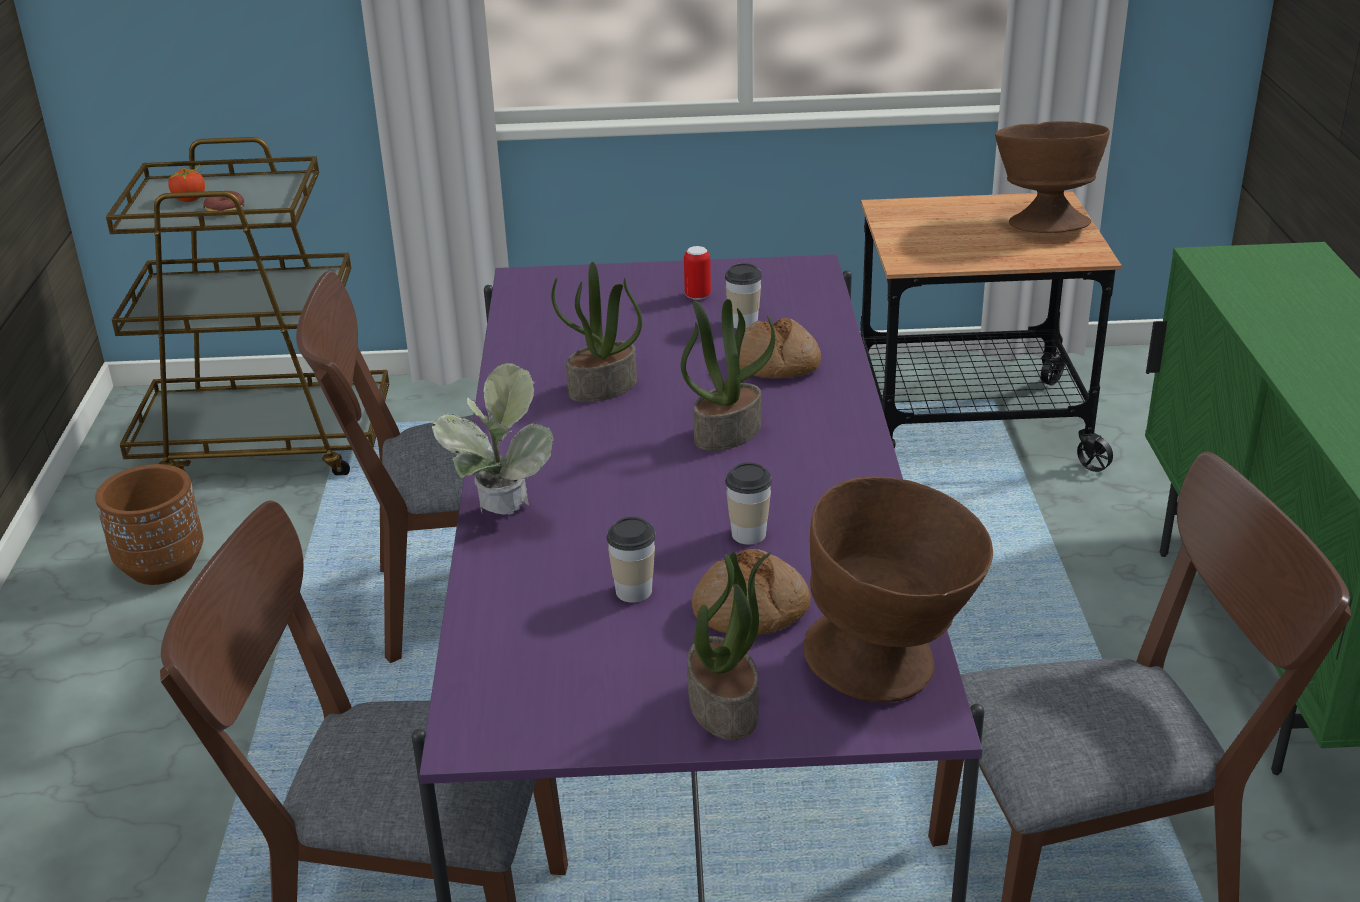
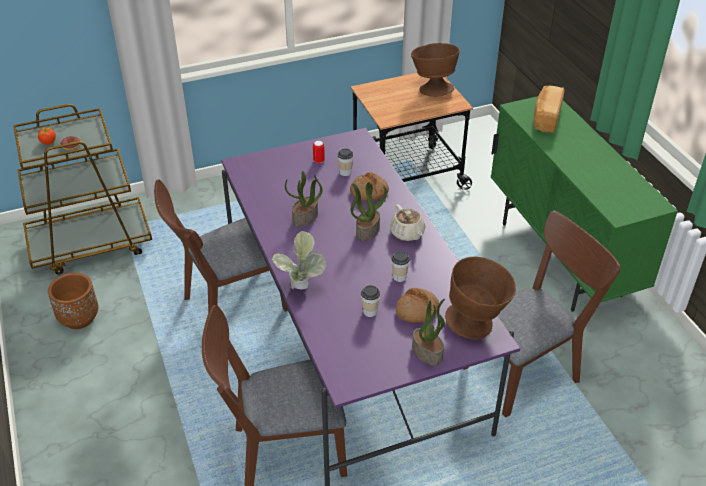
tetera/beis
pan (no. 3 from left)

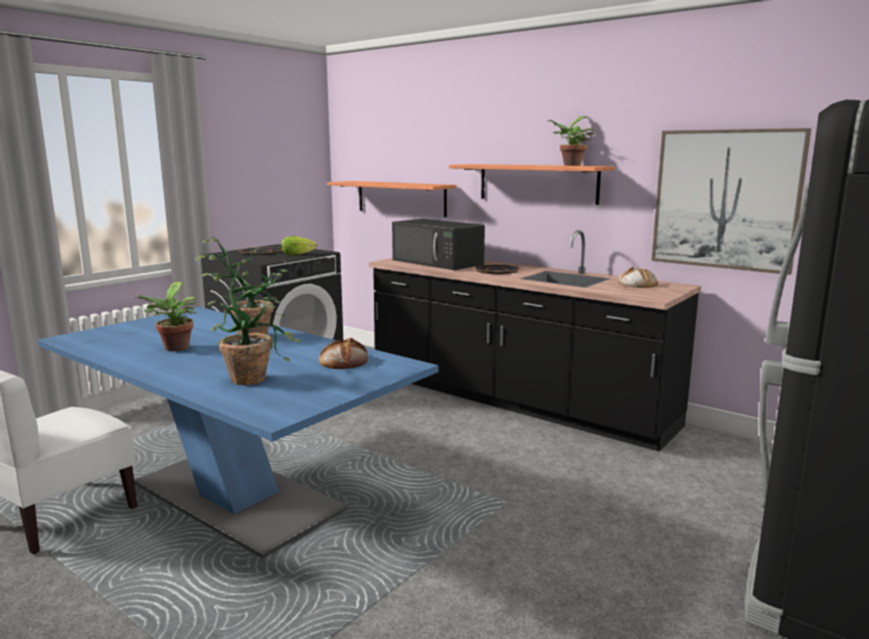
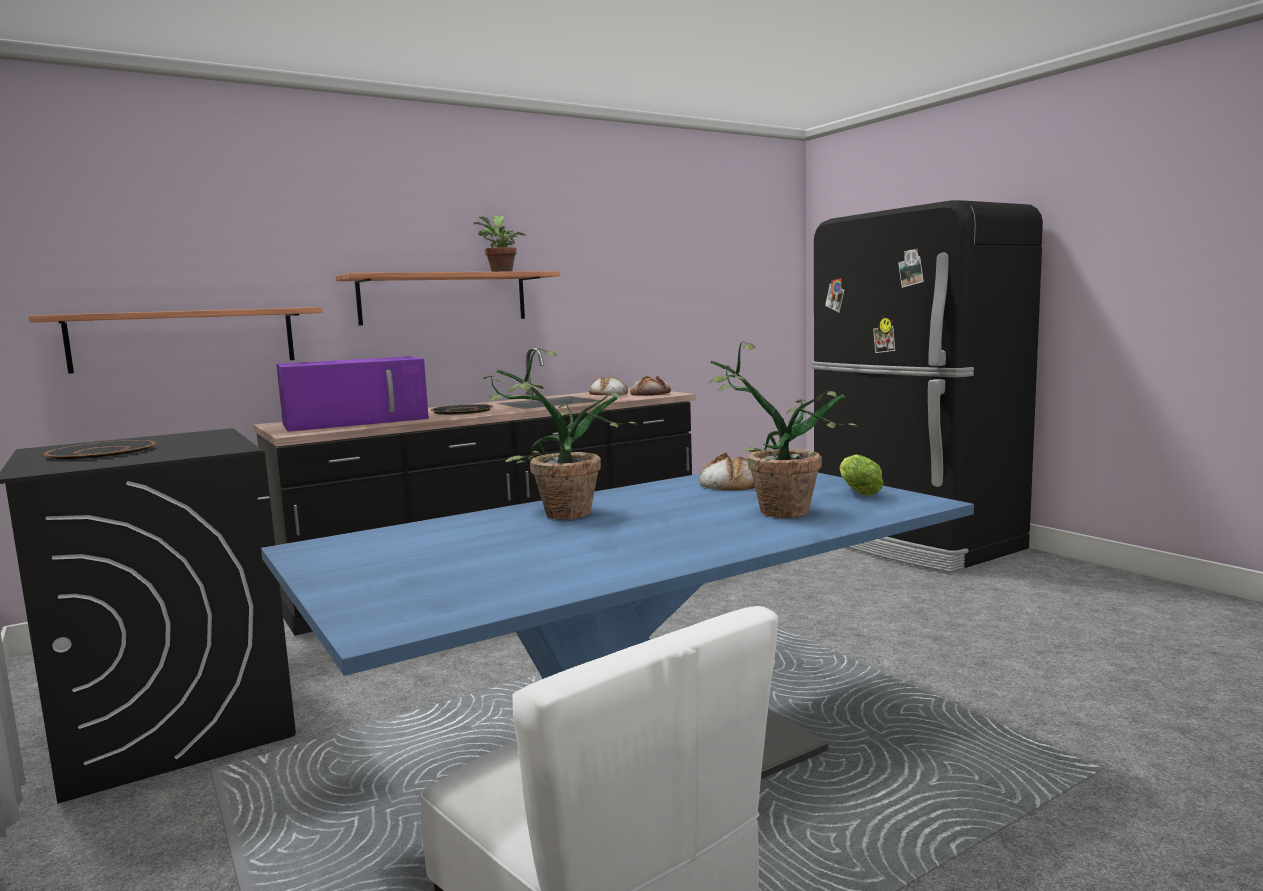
planta en maceta (no. 1 from left in the first image)
lechuga
microondas/morado
cuadro
pan (no. 2 from left)

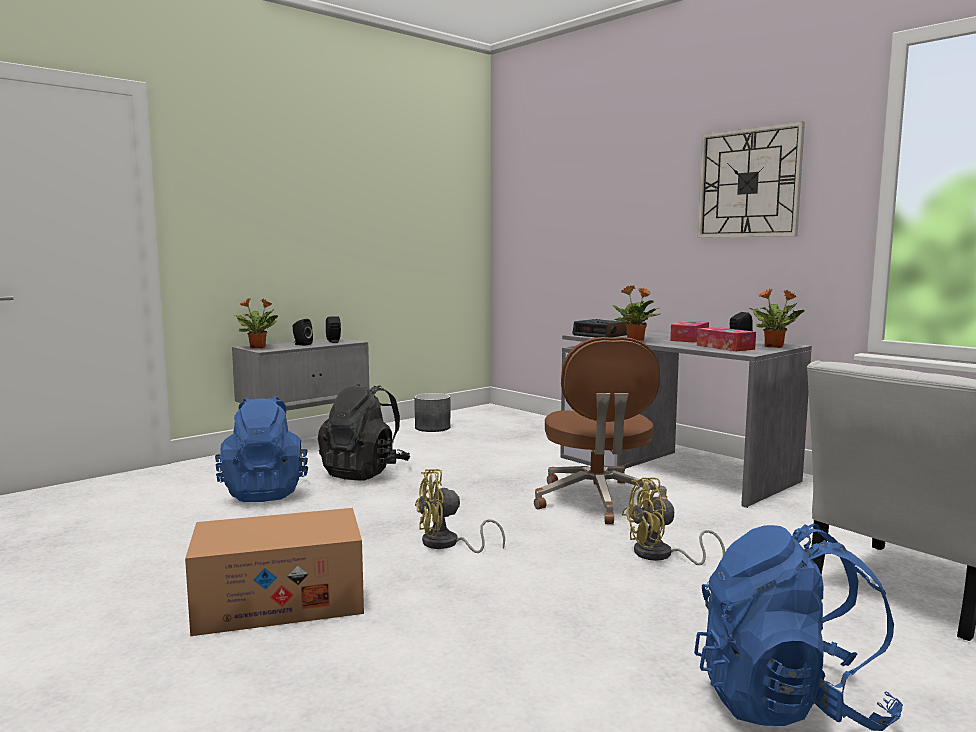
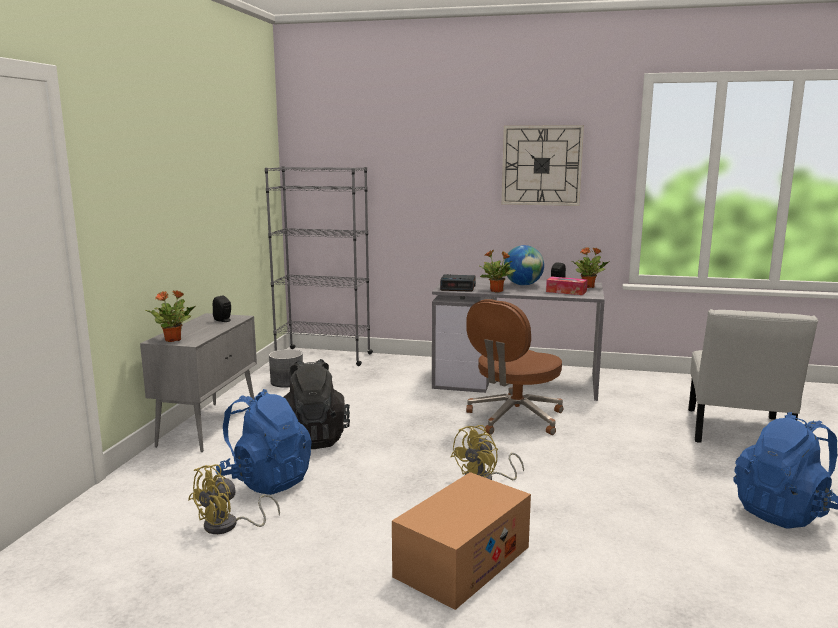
altavoz/negro (no. 1 from left in the first image)
silla de oficina/marrón
ventilador/amarillo (no. 1 from left)
globo terráqueo
estantería/gris

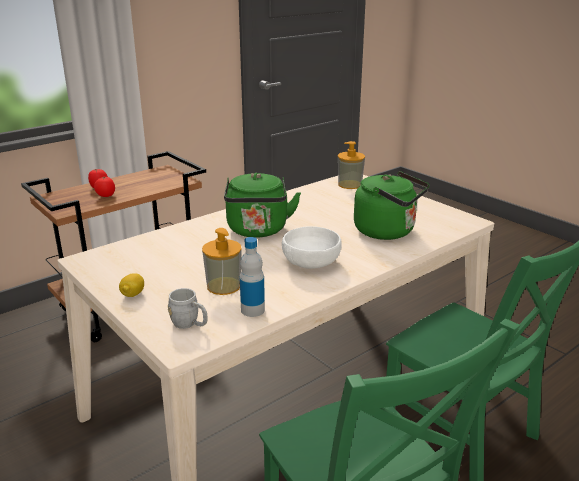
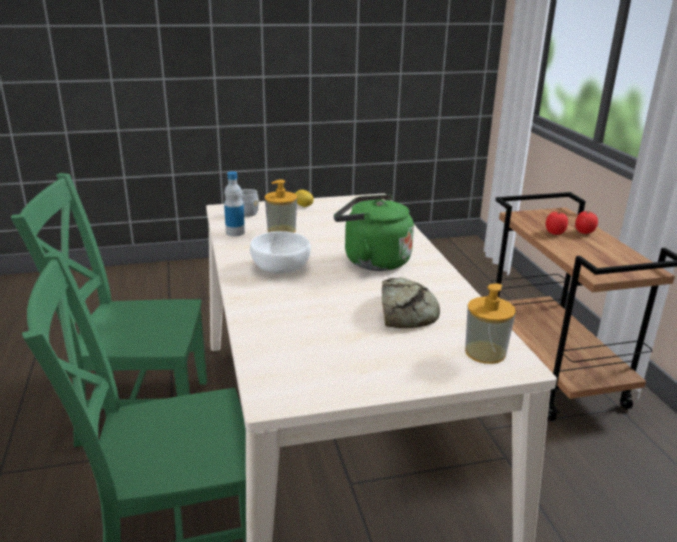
hervidor/verde (no. 2 from left in the first image)
pan

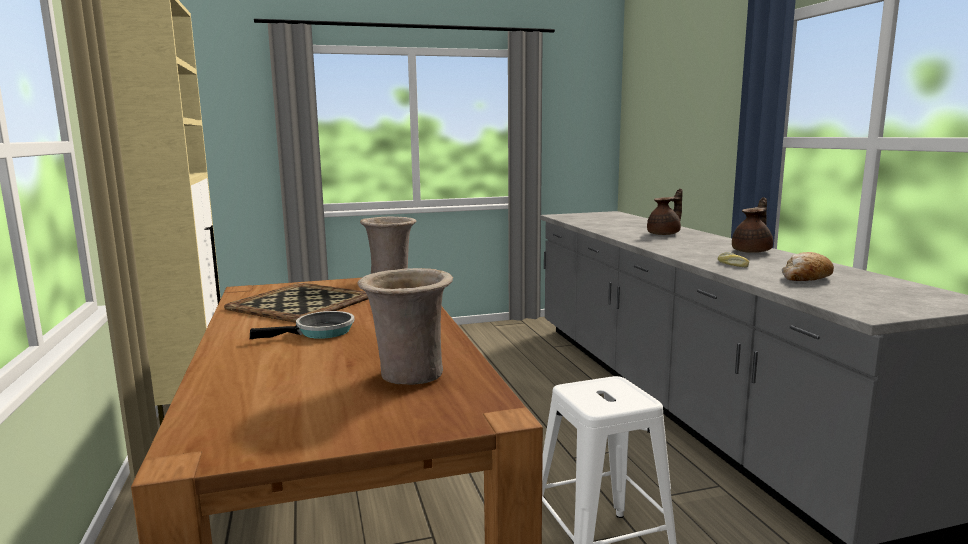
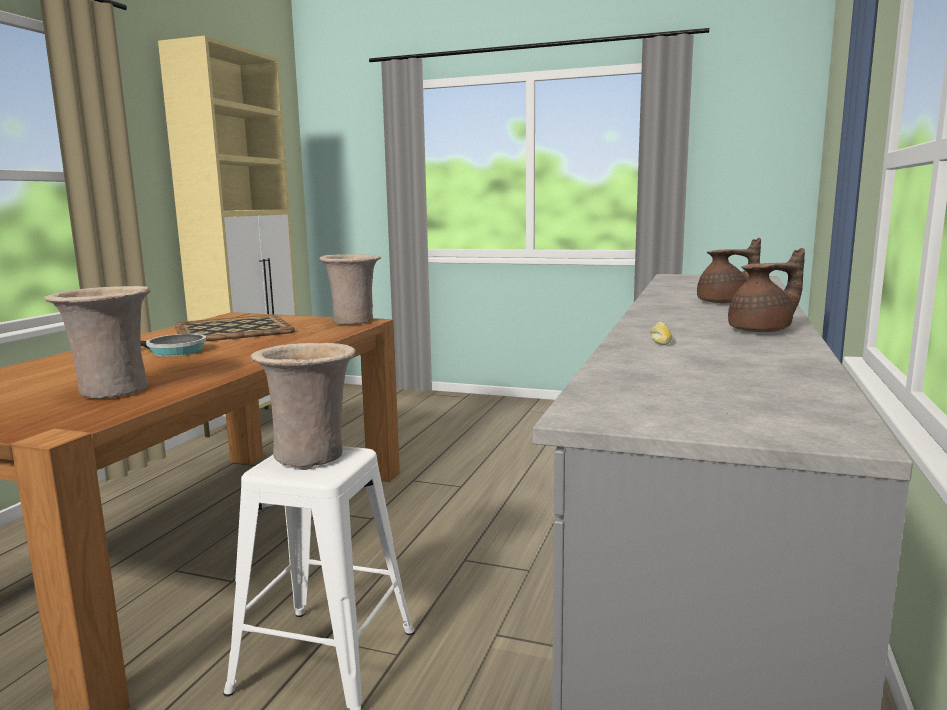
pan (no. 2 from left in the first image)
florero/beis (no. 2 from left)

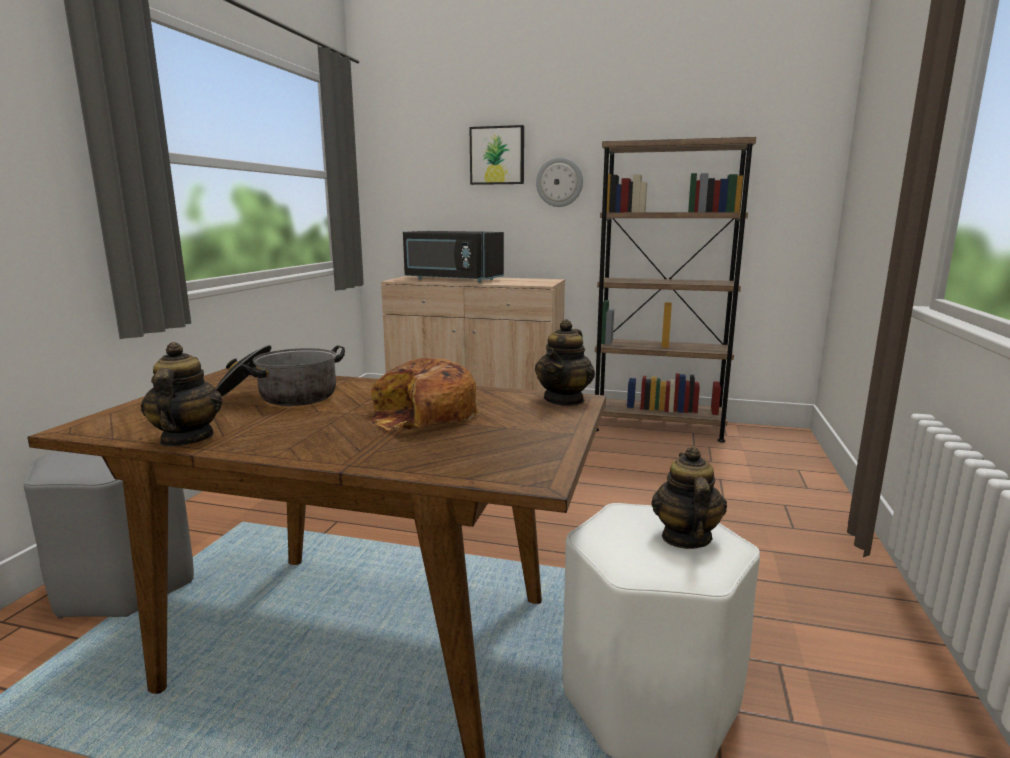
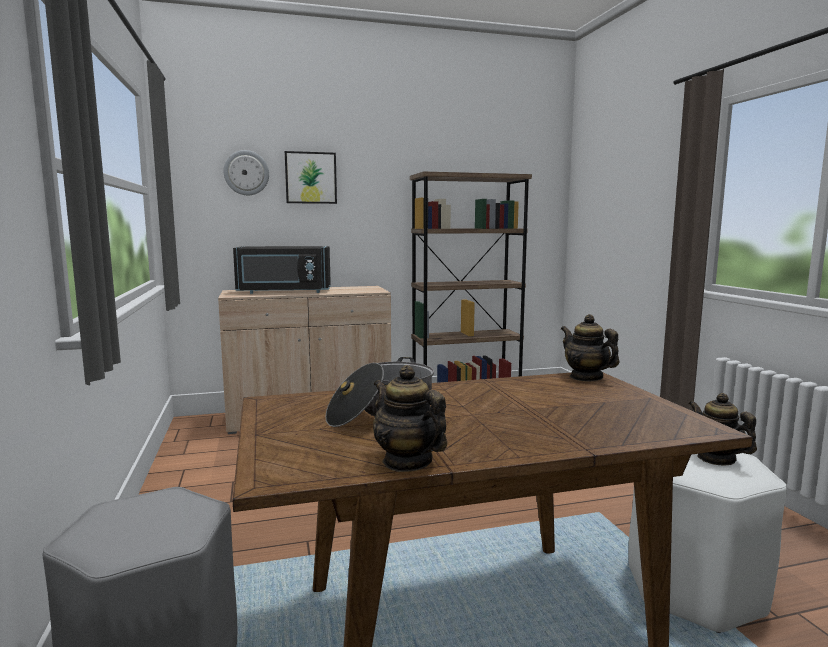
pan
tetera (no. 2 from left)
reloj de pared

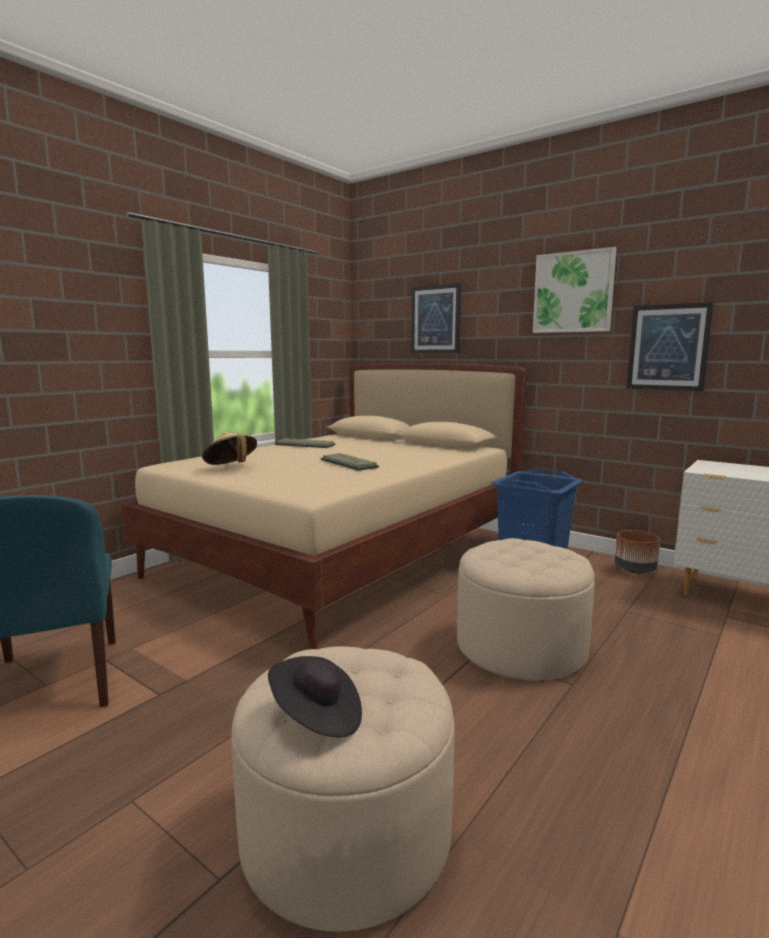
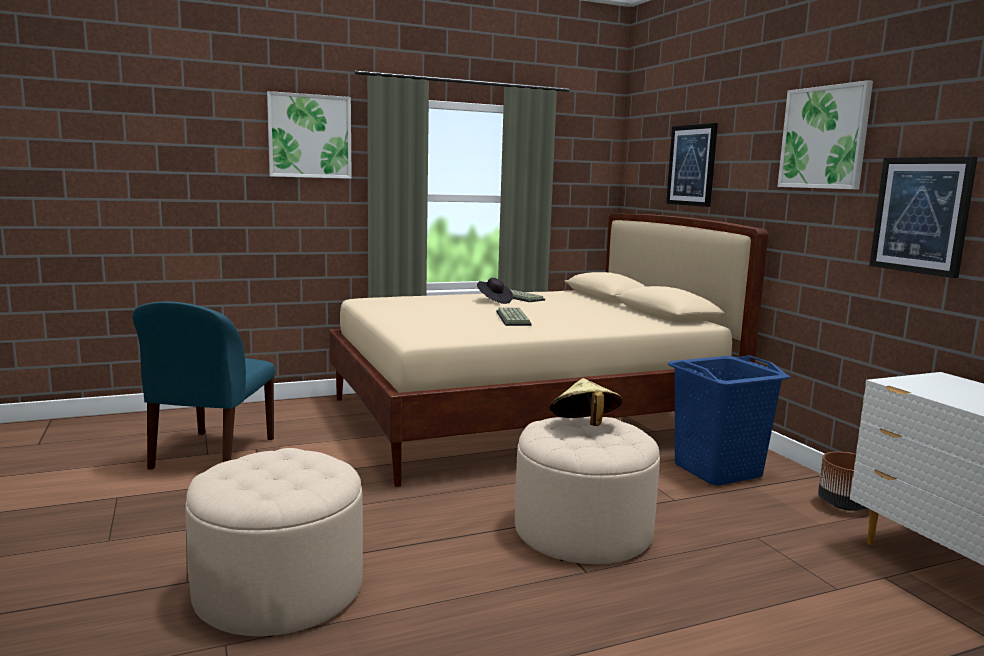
sombrero/beis
sombrero/negro
cuadro (no. 1 from left)

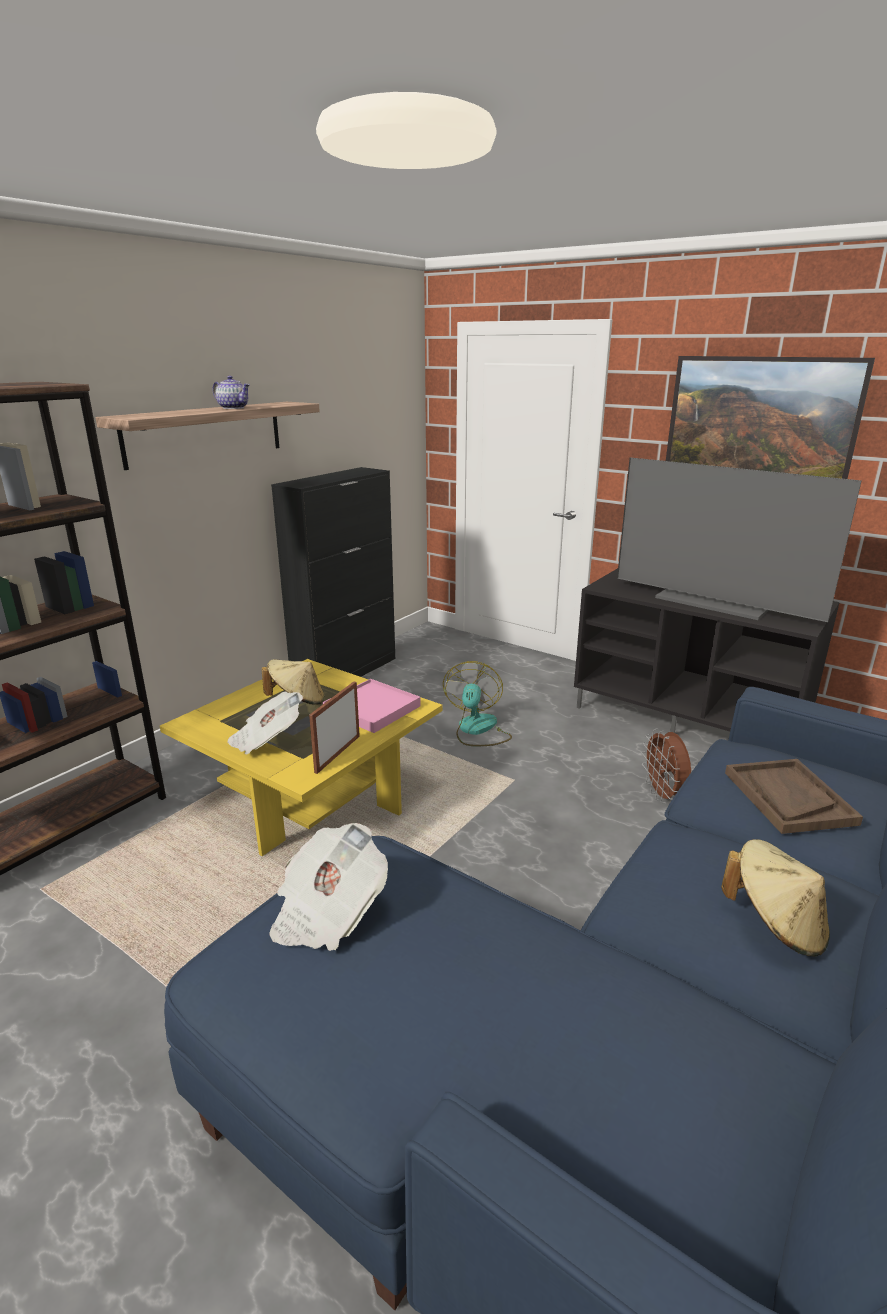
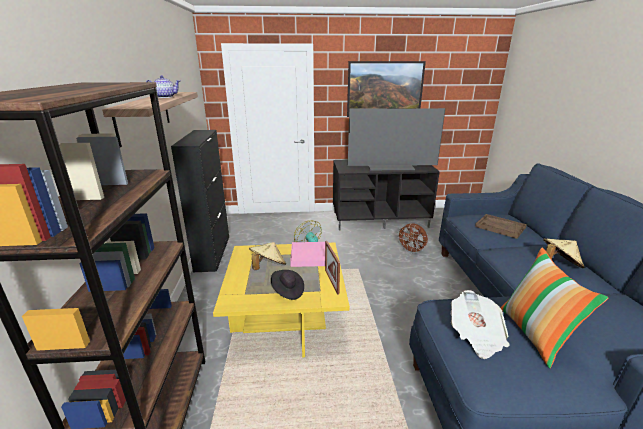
sombrero/negro
cojín

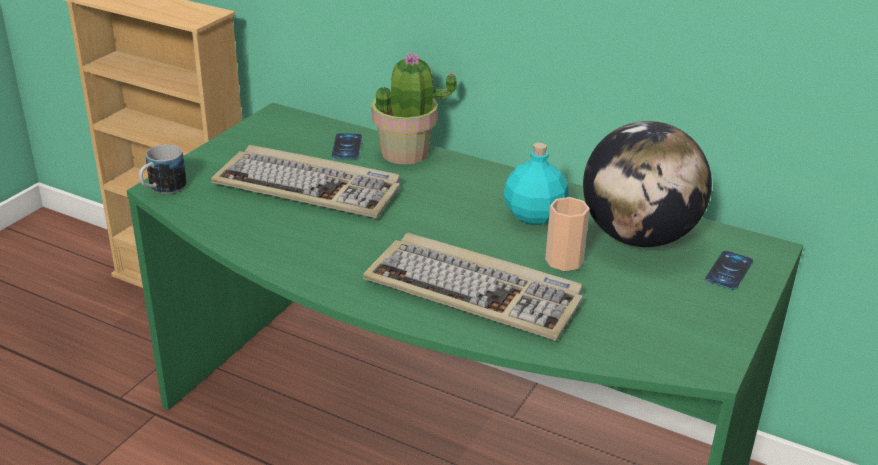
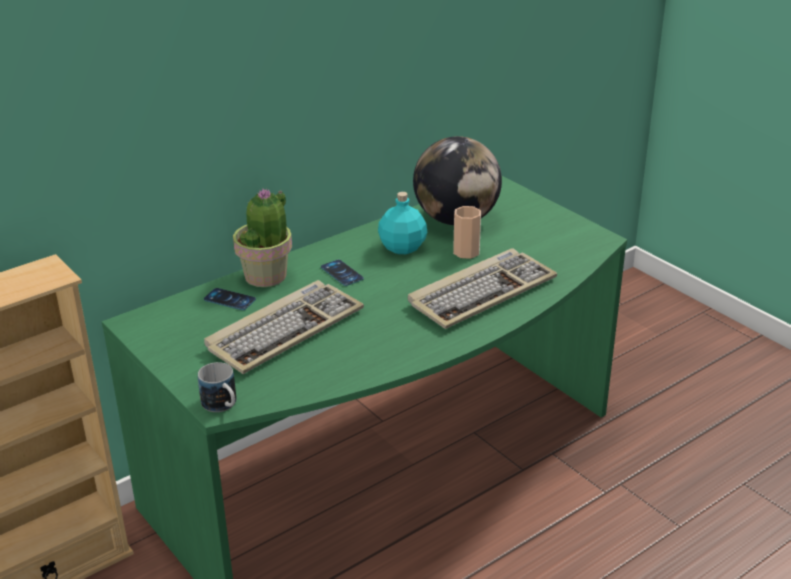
móvil (no. 2 from left)

